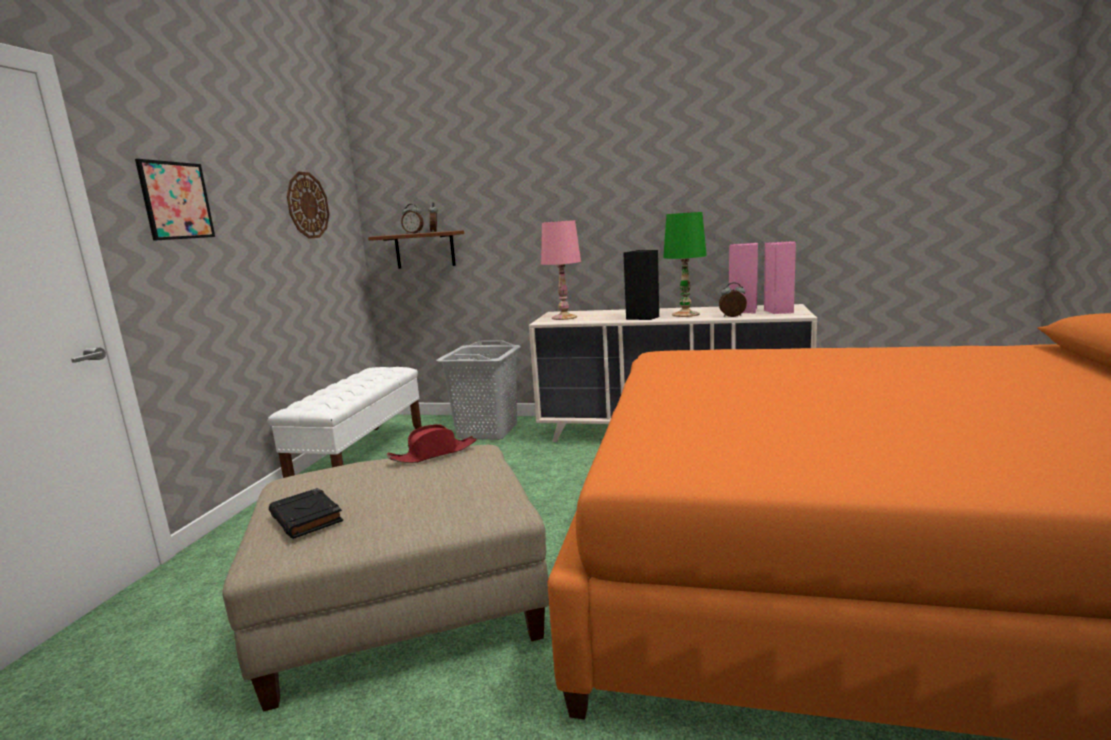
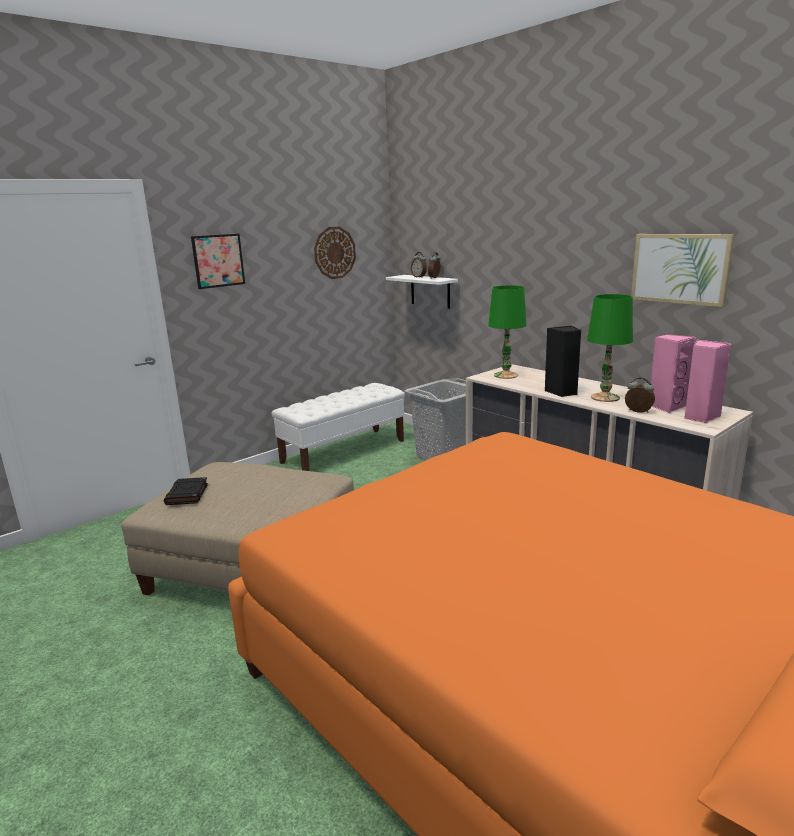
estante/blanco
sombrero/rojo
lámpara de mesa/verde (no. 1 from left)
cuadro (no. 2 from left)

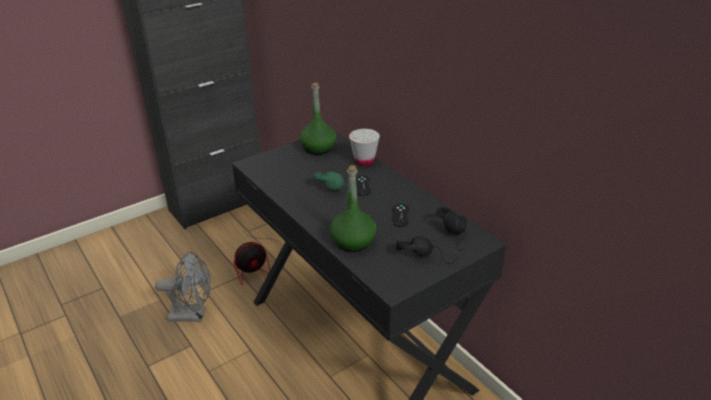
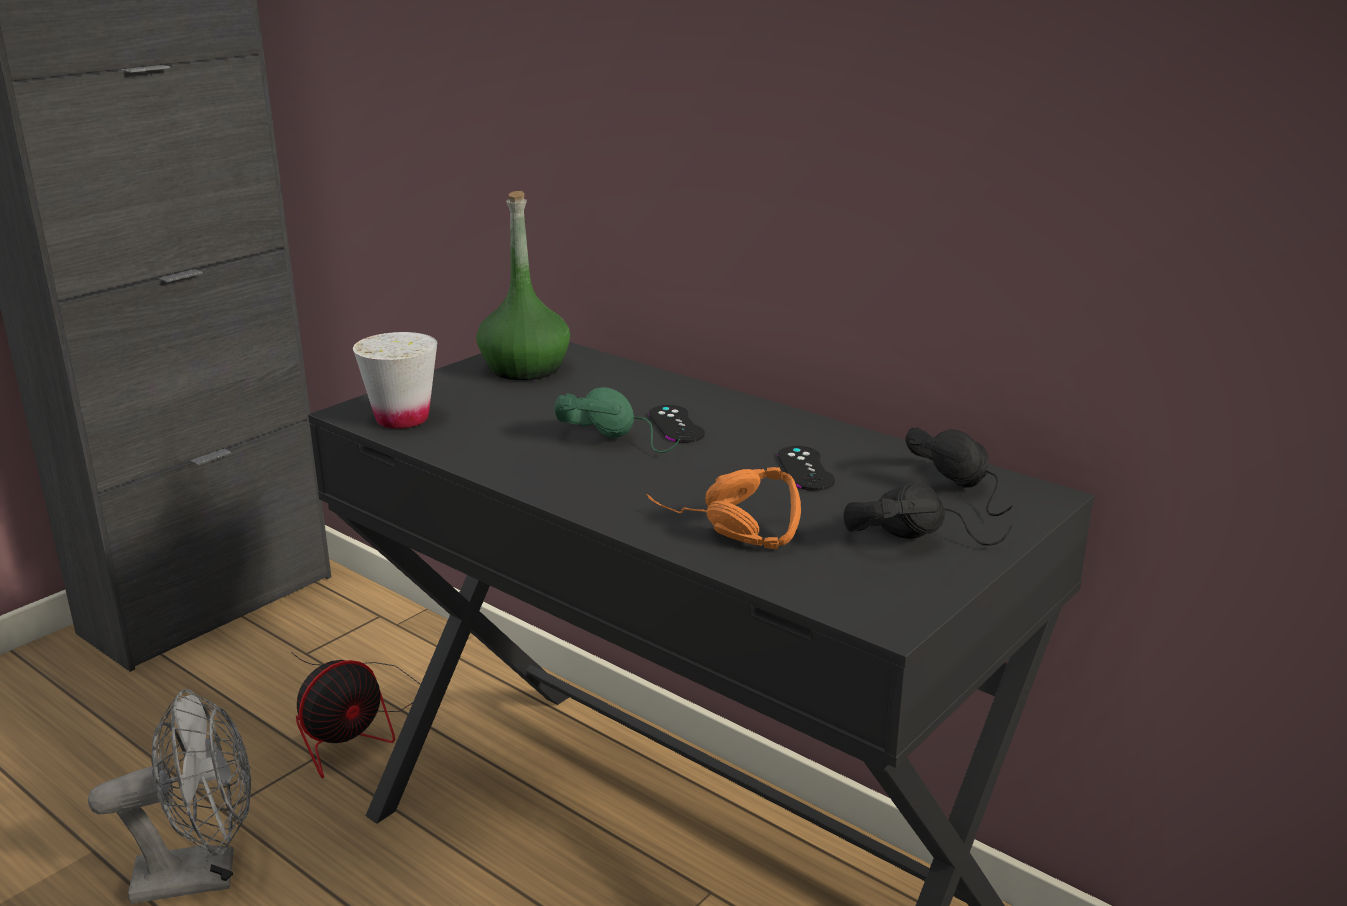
auriculares/naranja
taza/blanco

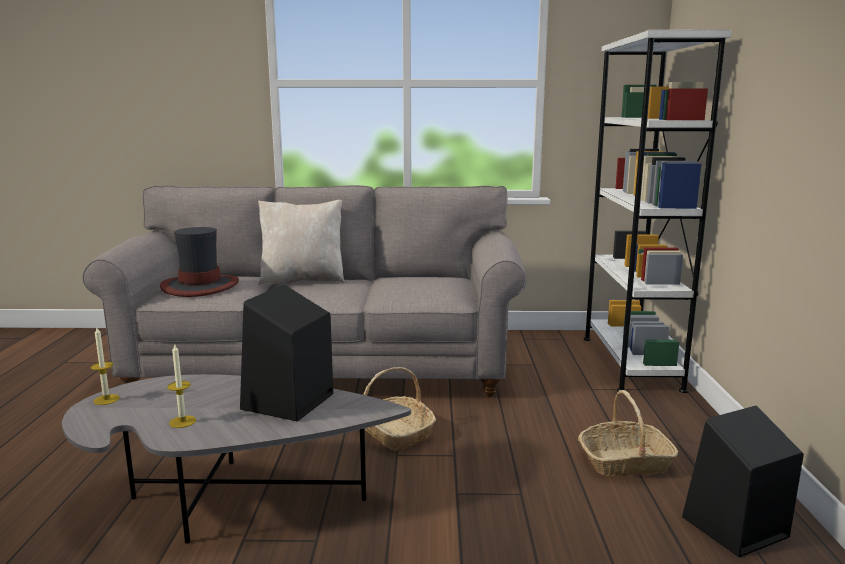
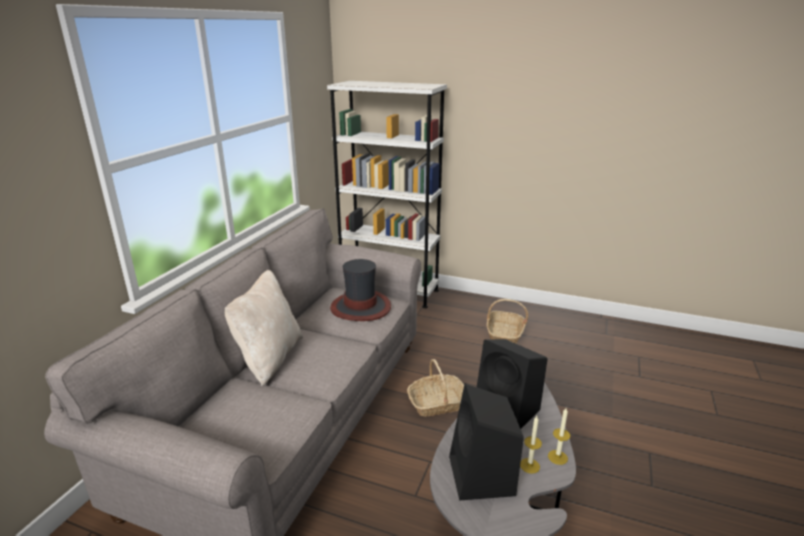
vela (no. 2 from left)
sombrero
altavoz/negro (no. 1 from left)

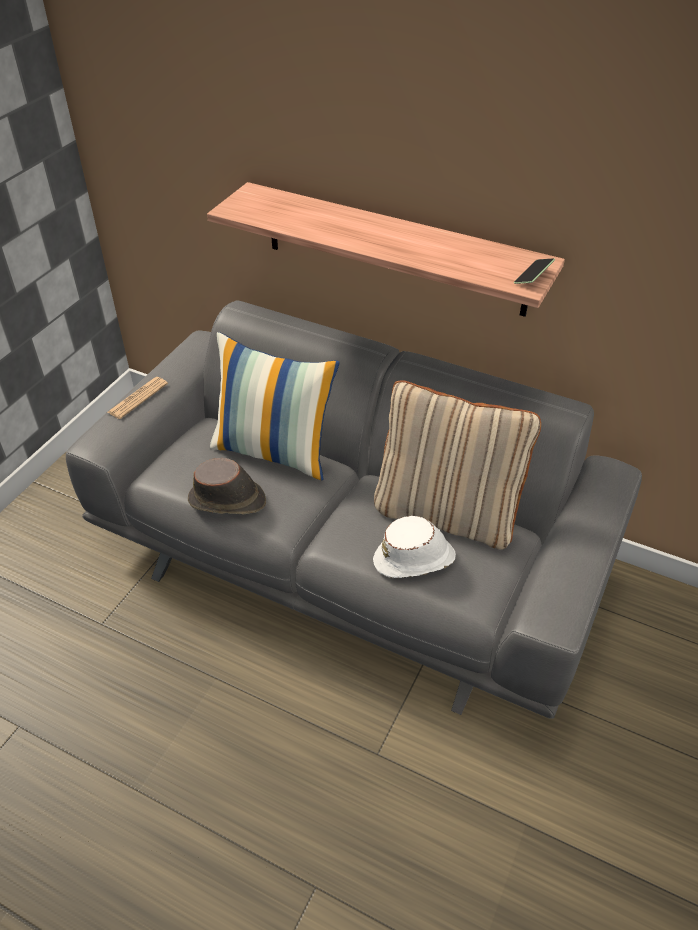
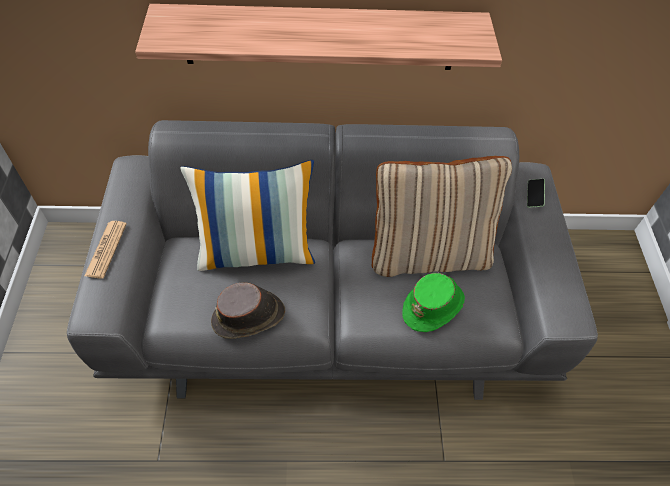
sombrero/verde
móvil

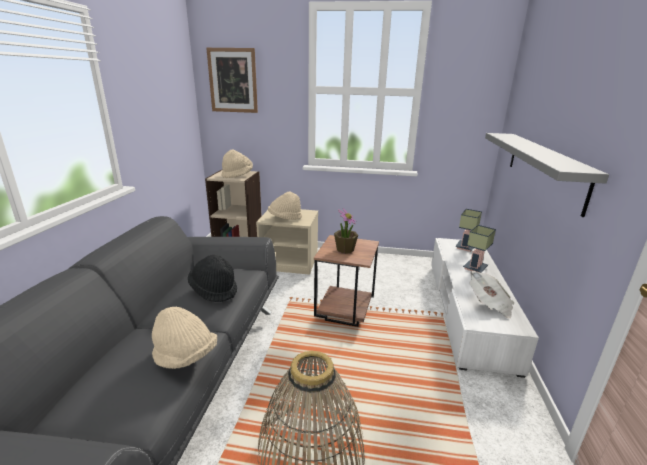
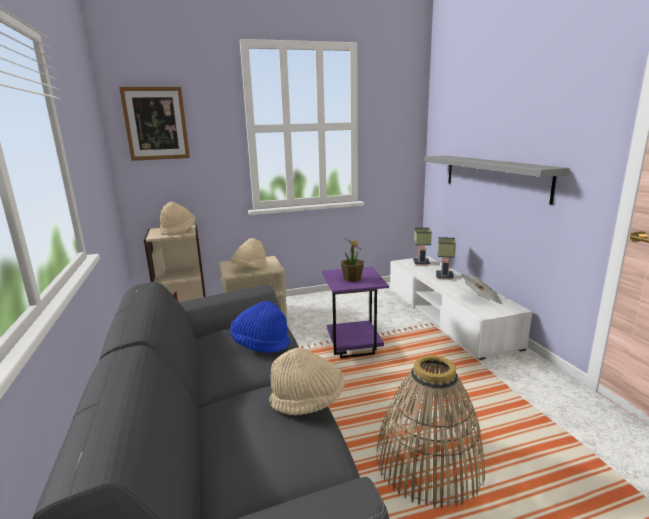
sombrero/azul
mesa auxiliar/morado

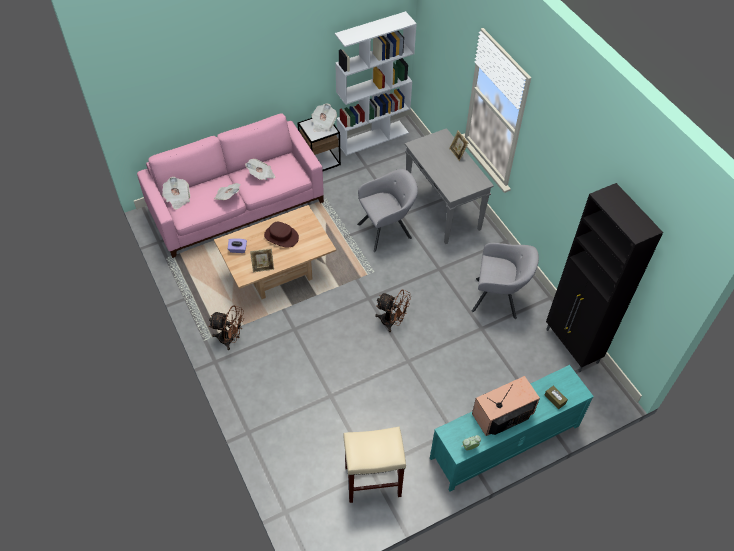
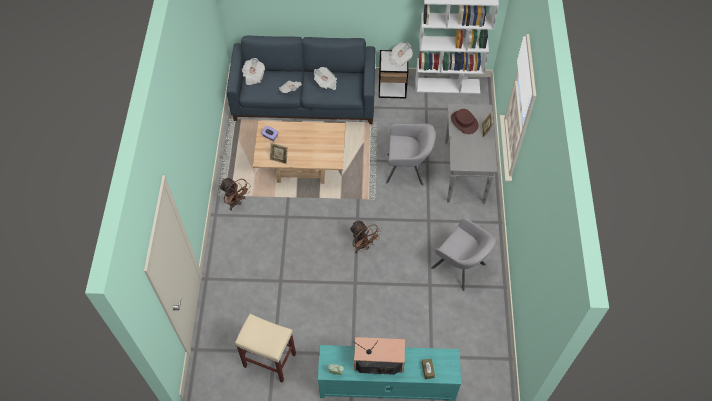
sofá/azul
sombrero/marrón
armario/negro

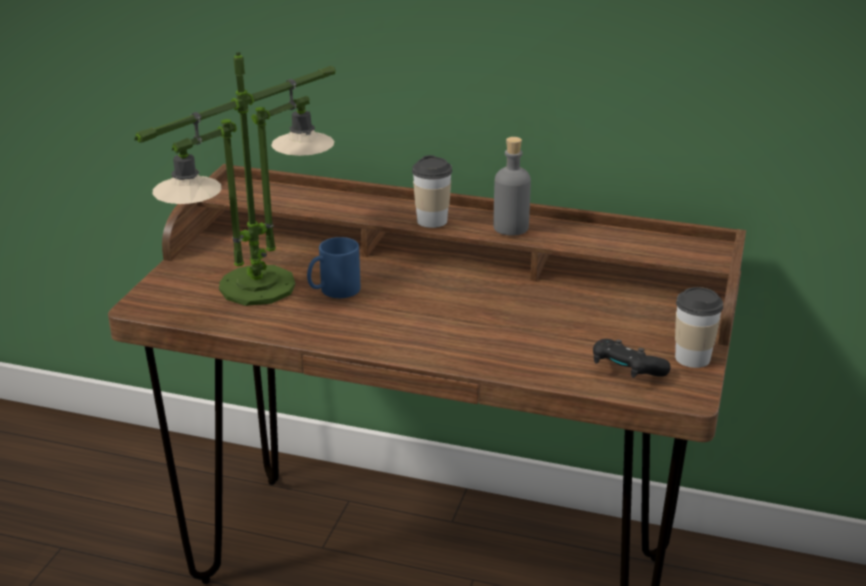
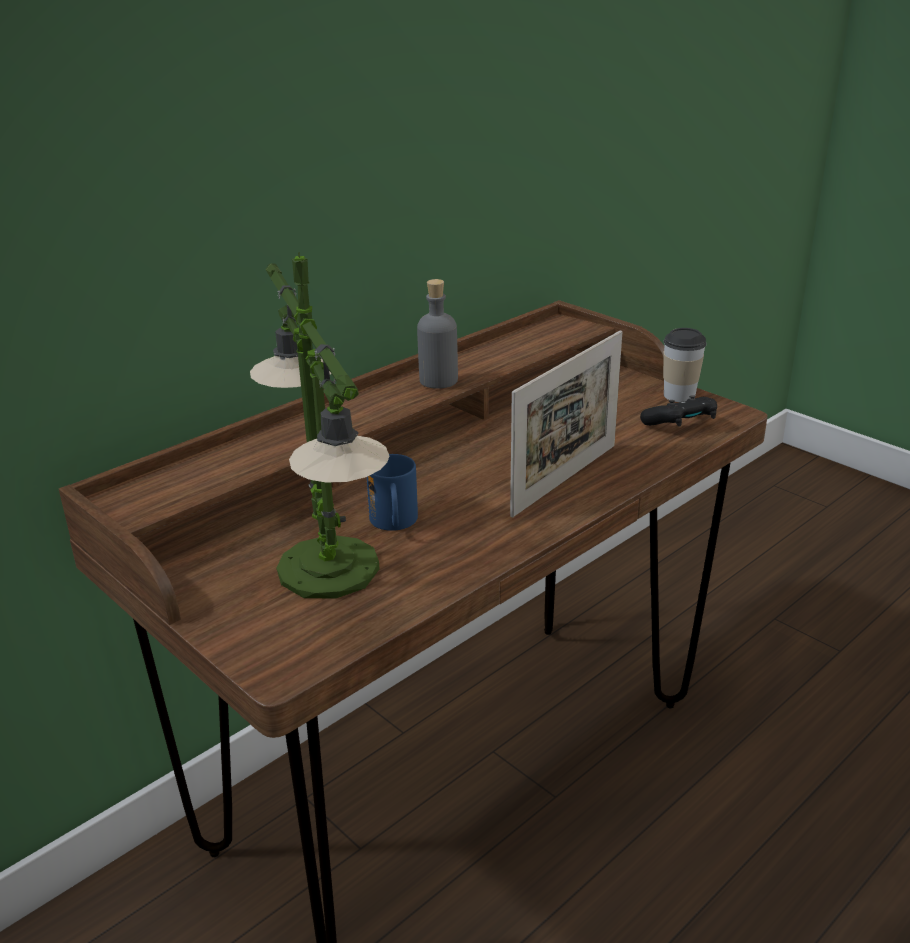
taza (no. 1 from left in the first image)
portarretratos

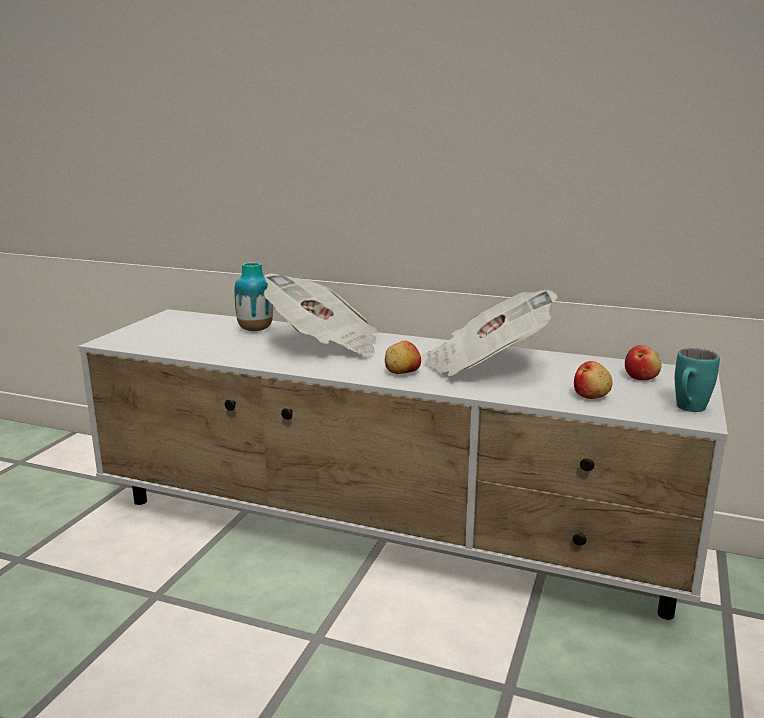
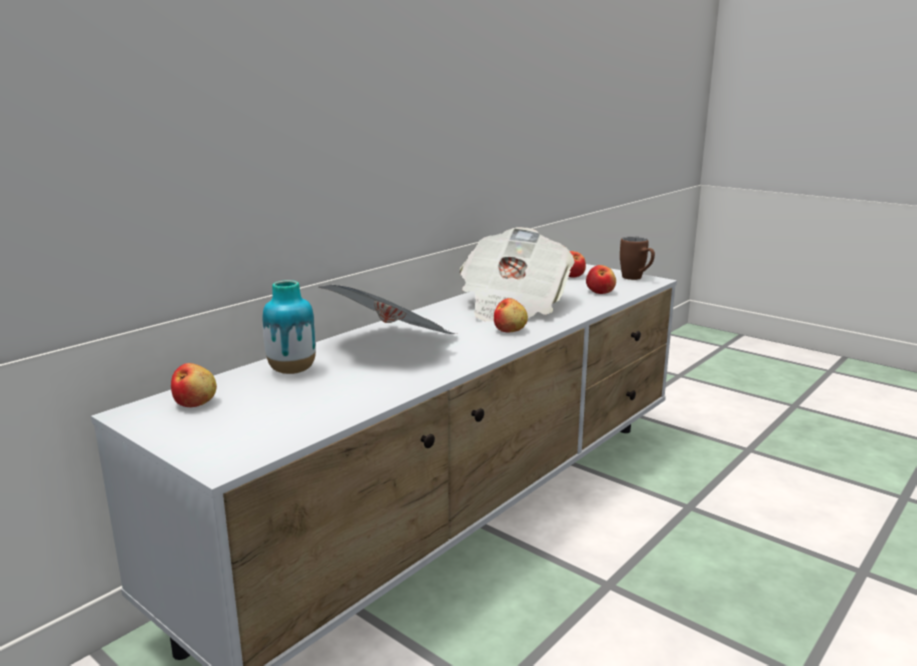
taza grande/marrón
manzana (no. 1 from left)

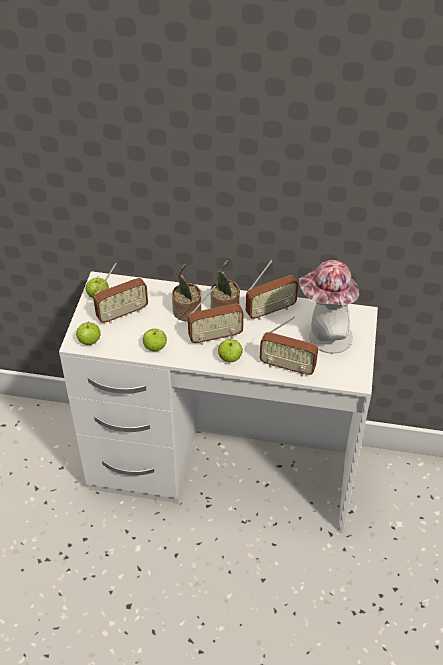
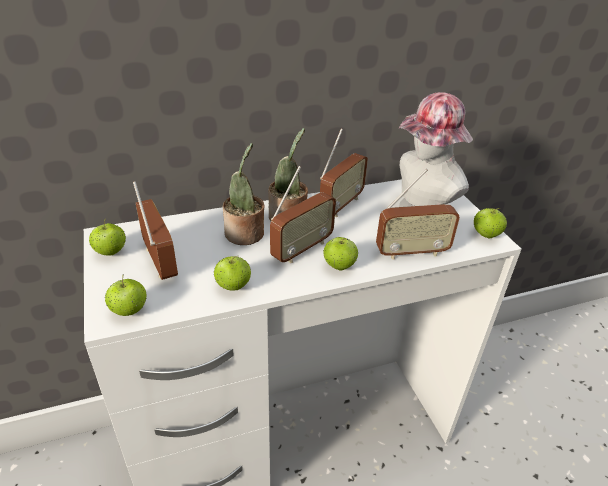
radio (no. 1 from left)
manzana (no. 5 from left)

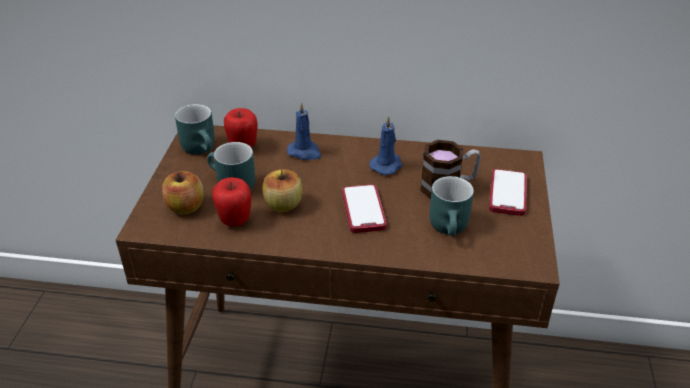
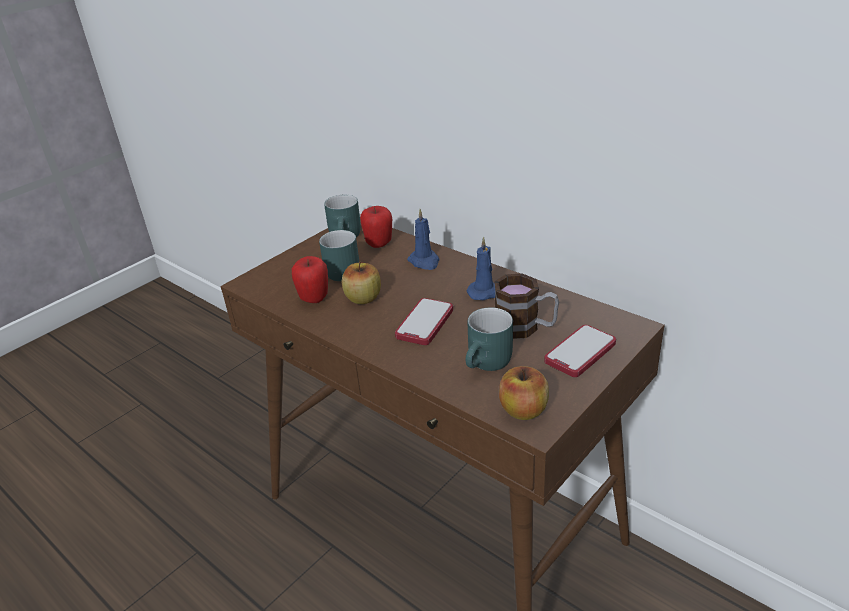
manzana (no. 4 from left)

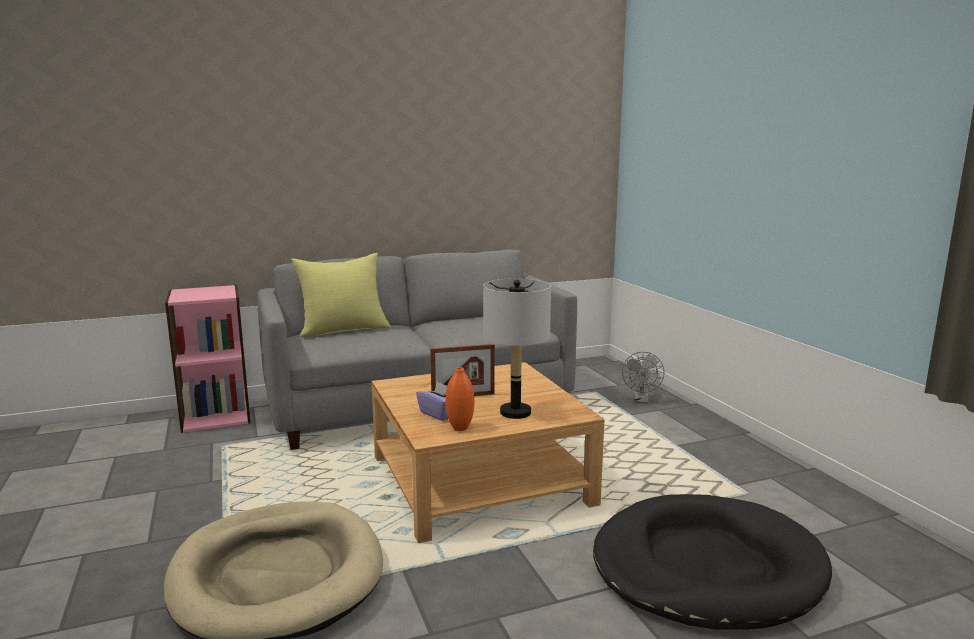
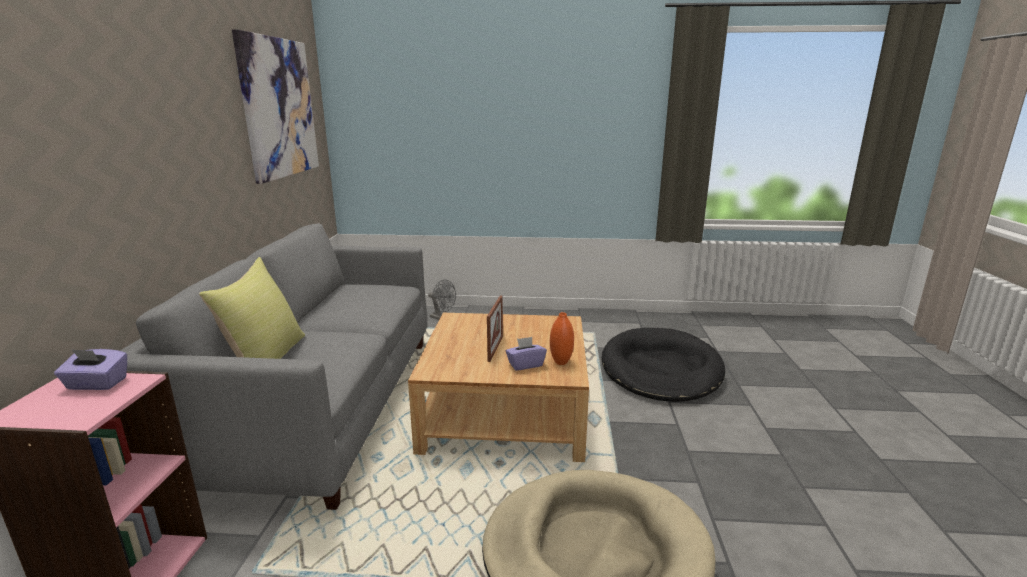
lámpara de mesa/gris
caja de pañuelos/morado (no. 1 from left)
cuadro

